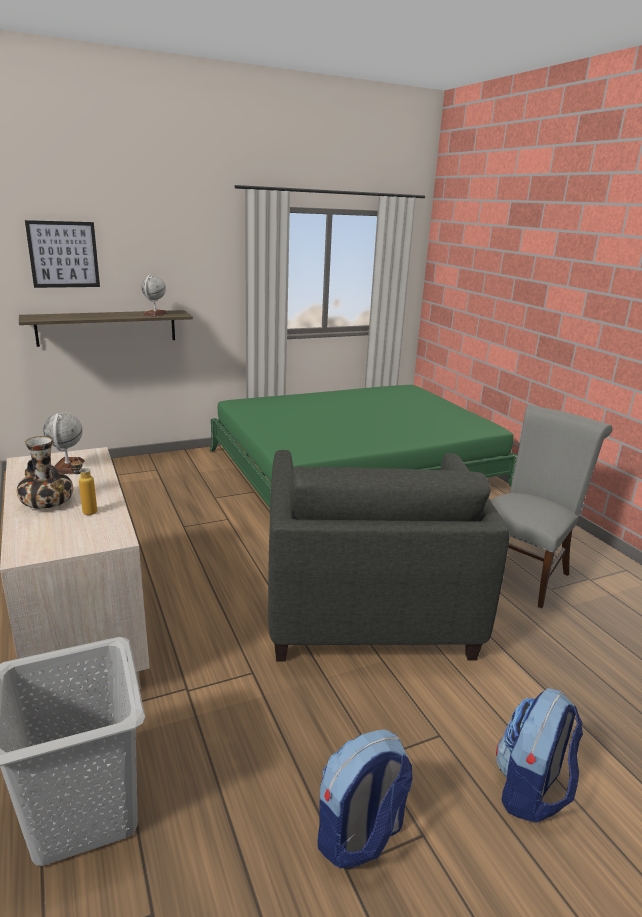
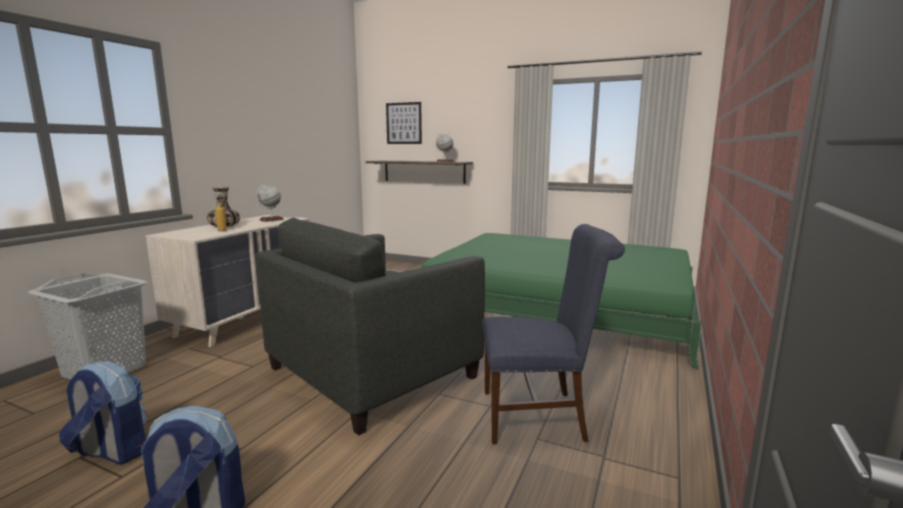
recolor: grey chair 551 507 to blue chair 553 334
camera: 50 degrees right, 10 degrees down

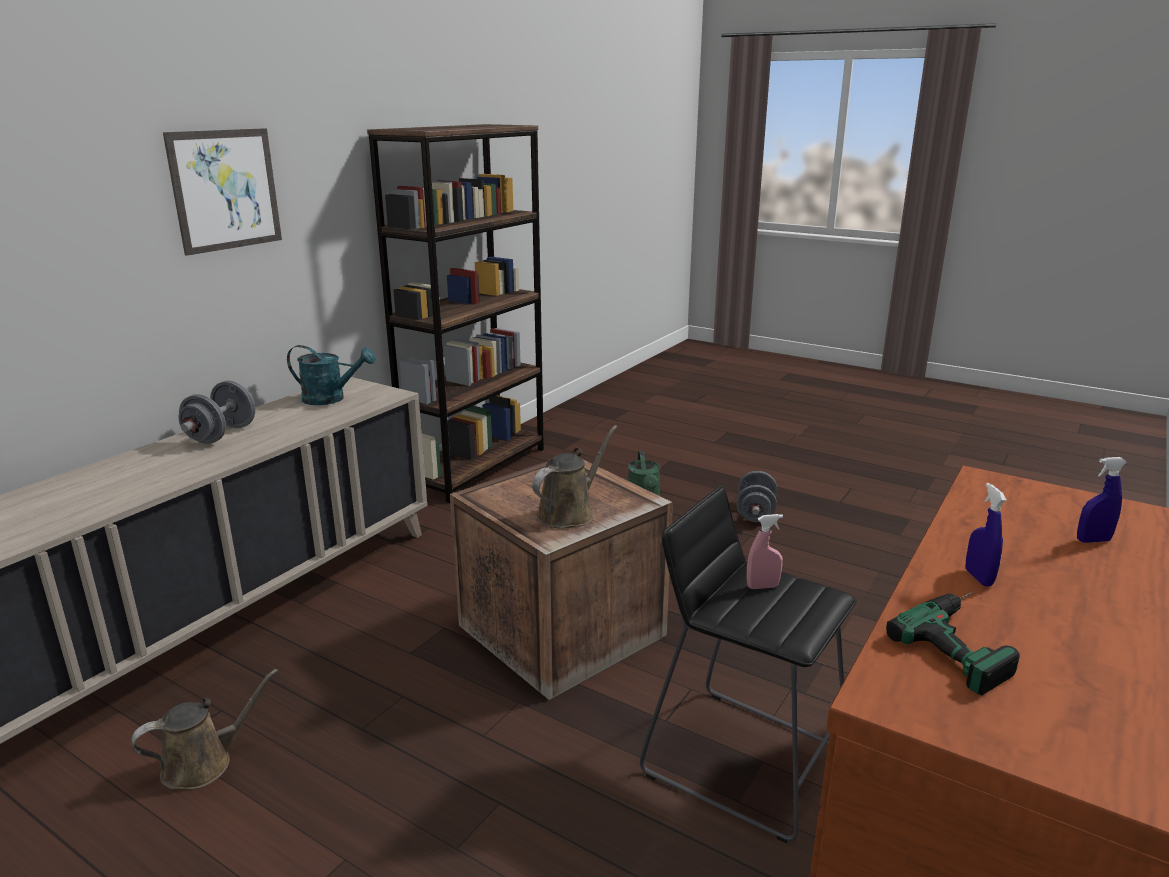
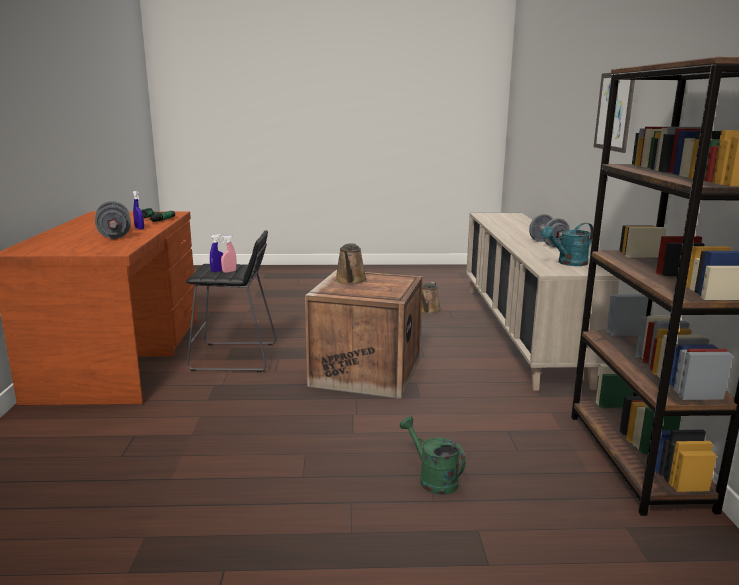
move: grey dumbbell 756 496 to 113 220; blue spray bottle 1102 500 to 216 253
camera: 145 degrees right, 5 degrees down

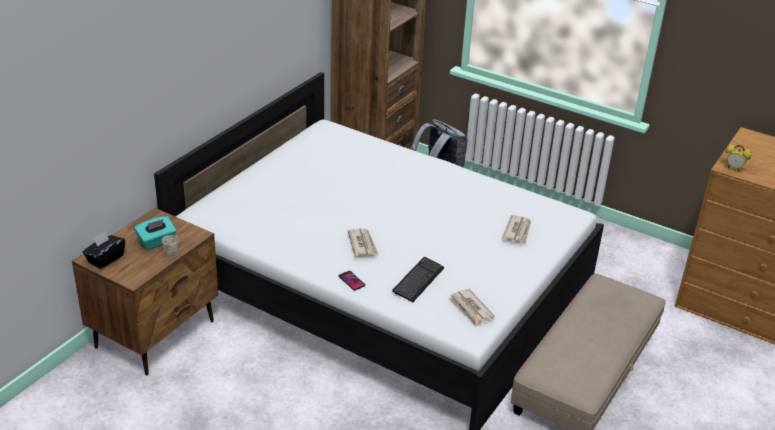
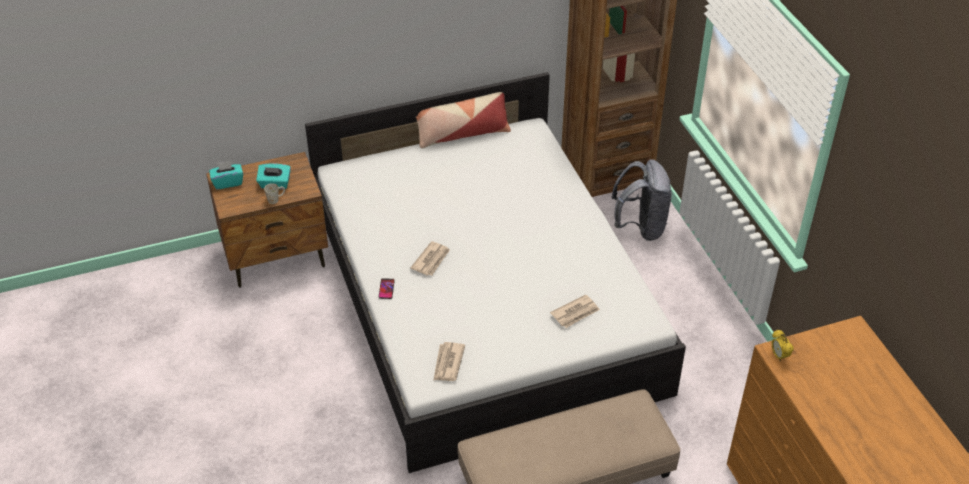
delete: keyboard 418 279
insert: pillow 463 120
recolor: black tissue box 104 250 to turquoise tissue box 226 175
camera: 40 degrees right, 10 degrees up

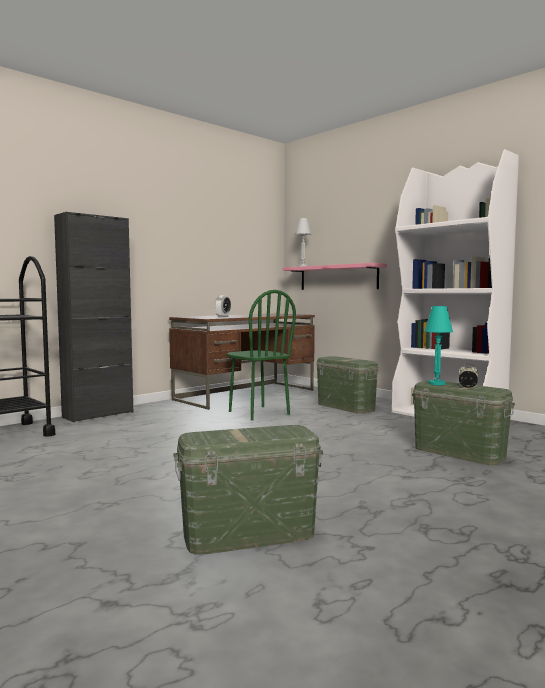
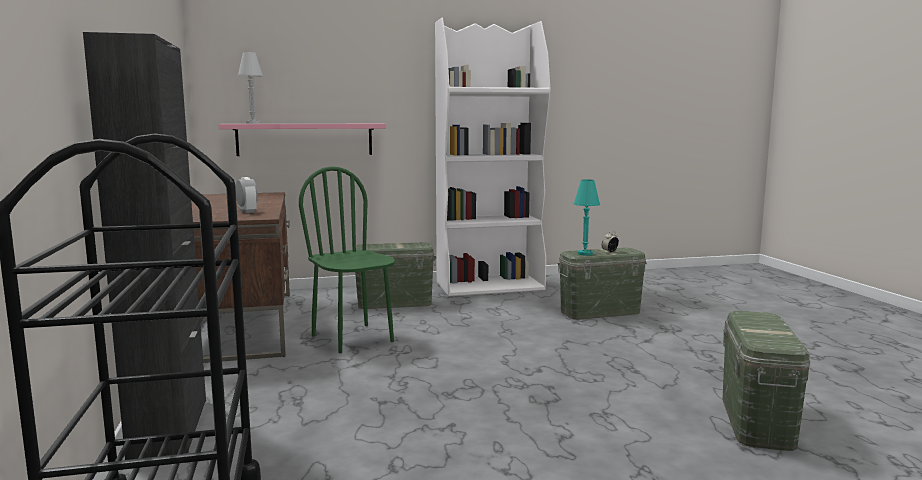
rotate: green chair 261 355 = 347 259 120 degrees counterclockwise
camera: 60 degrees left, 5 degrees up

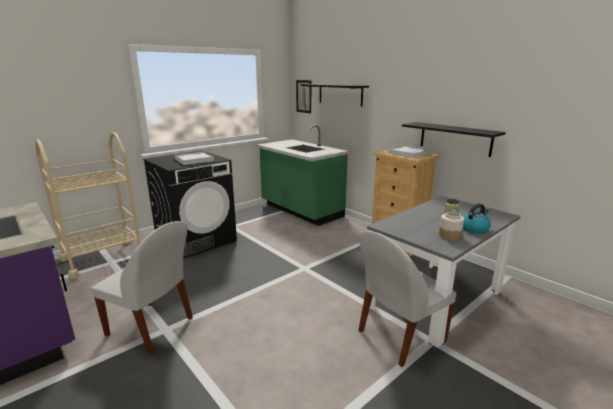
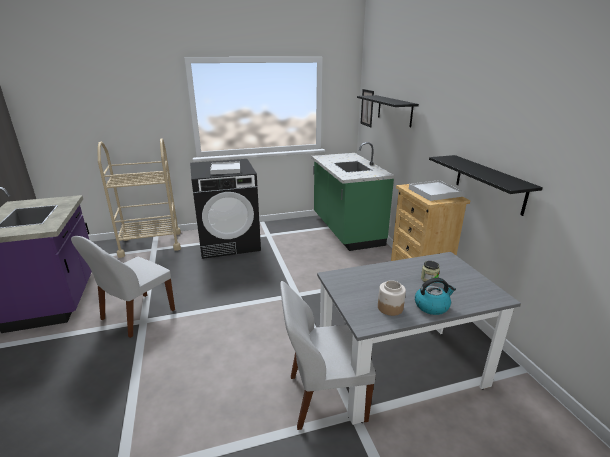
rotate: white chair 142 287 = 123 287 75 degrees clockwise
camera: 25 degrees right, 5 degrees up

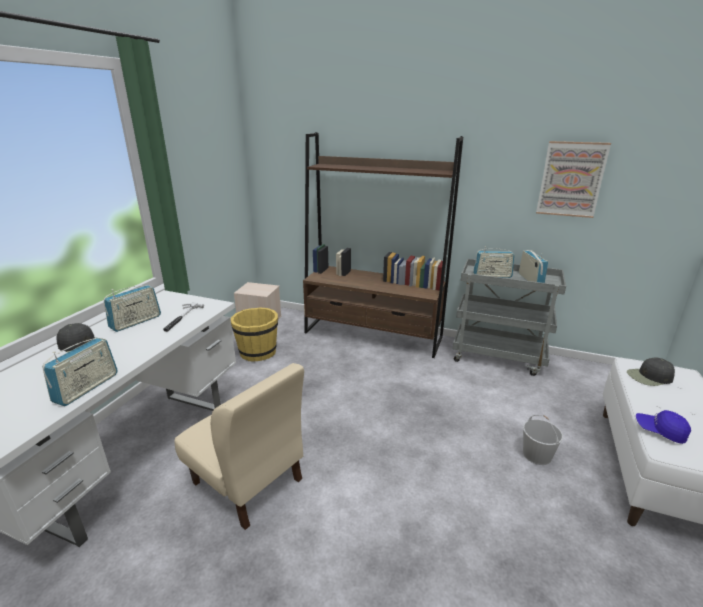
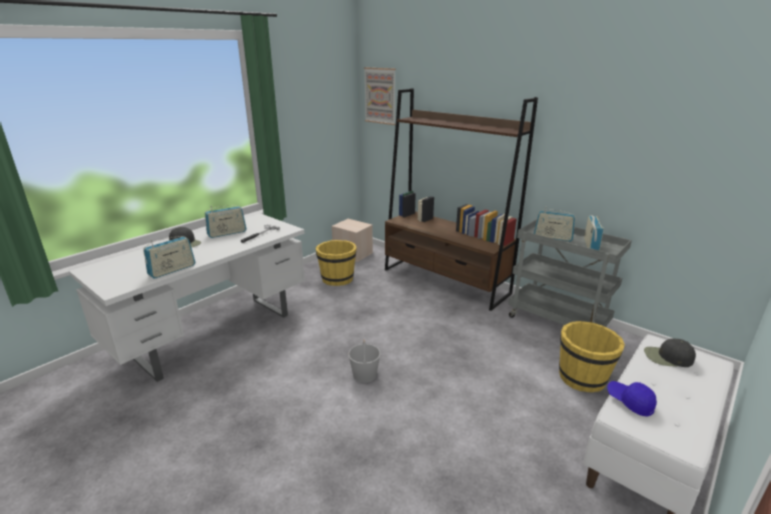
delete: beige chair 239 446
insert: yellow bucket 592 356
move: white bucket 543 440 to 364 361; picture 573 179 to 380 96
camera: 20 degrees right, 0 degrees up

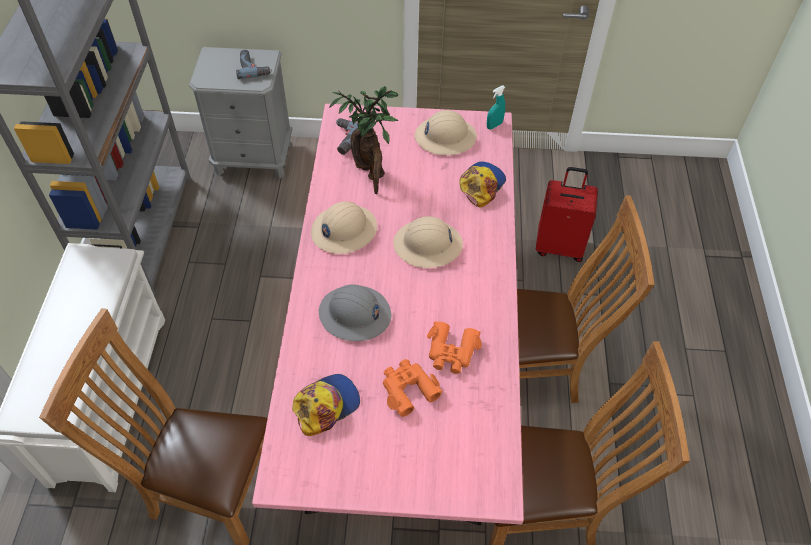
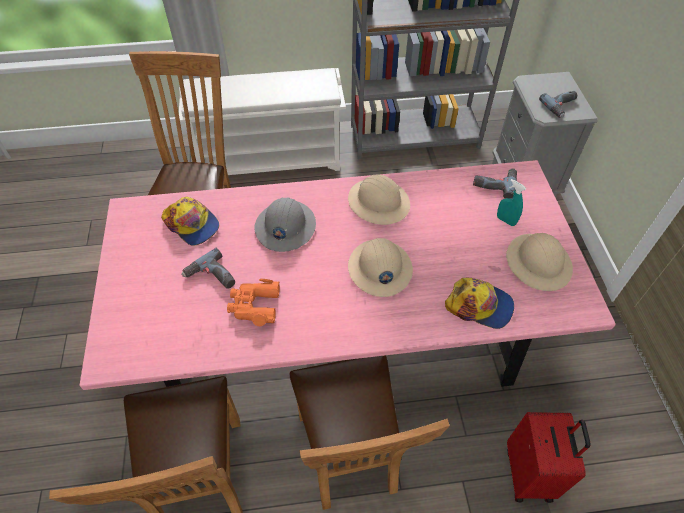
delete: potted plant 364 140
move: turquoise spray bottle 496 108 to 511 202
replace: orange binoculars 413 388 to power drill 208 268
camera: 80 degrees right, 0 degrees up

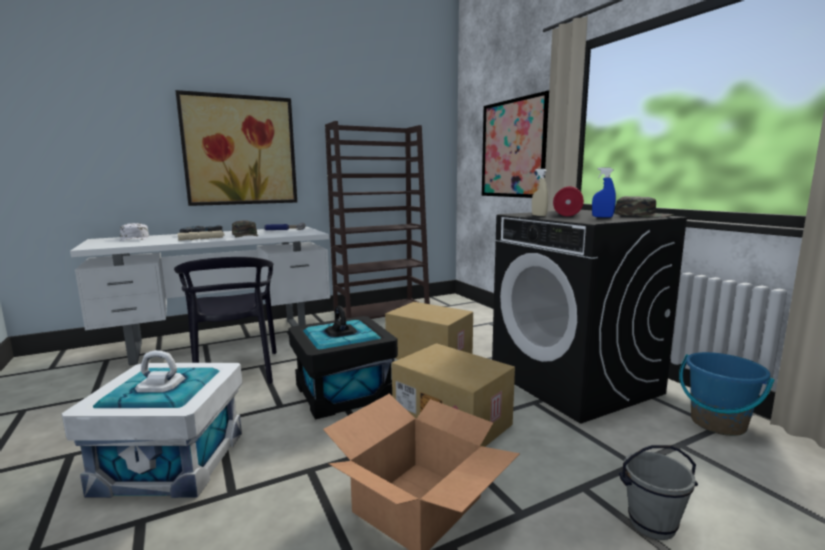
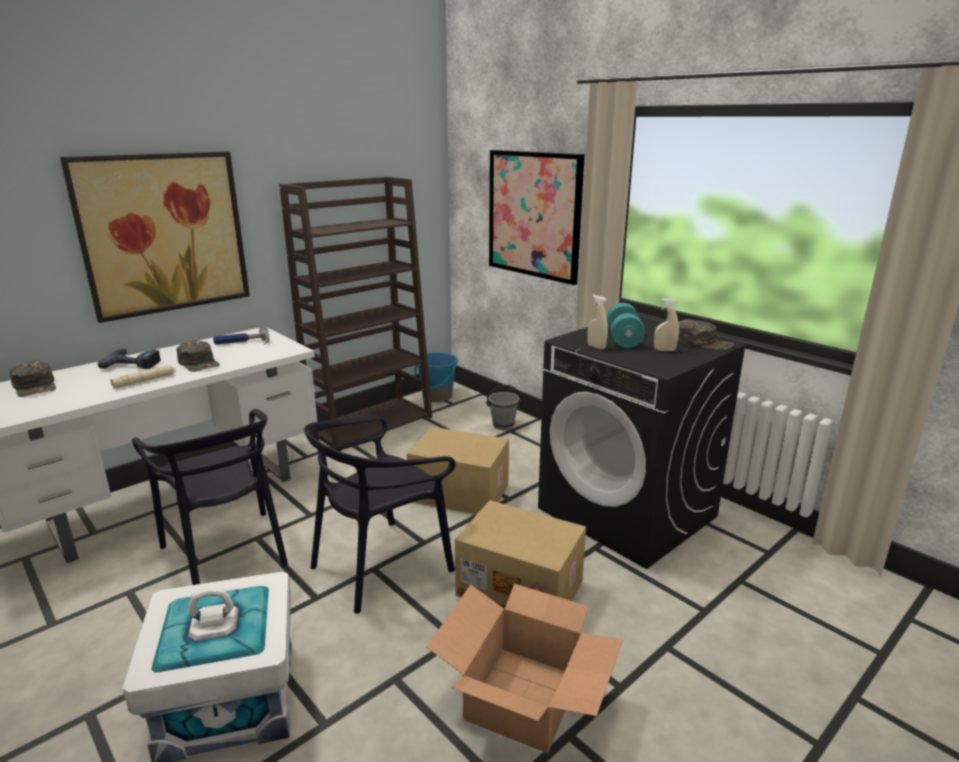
move: grey bucket 658 492 to 503 407; blue bucket 727 394 to 435 377
replace: black storage box 343 362 to black chair 380 515
recolor: white cap 134 232 to green cap 33 379; red dumbbell 568 201 to turquoise dumbbell 626 325; blue spray bottle 604 193 to beige spray bottle 666 324
camera: 15 degrees left, 10 degrees up

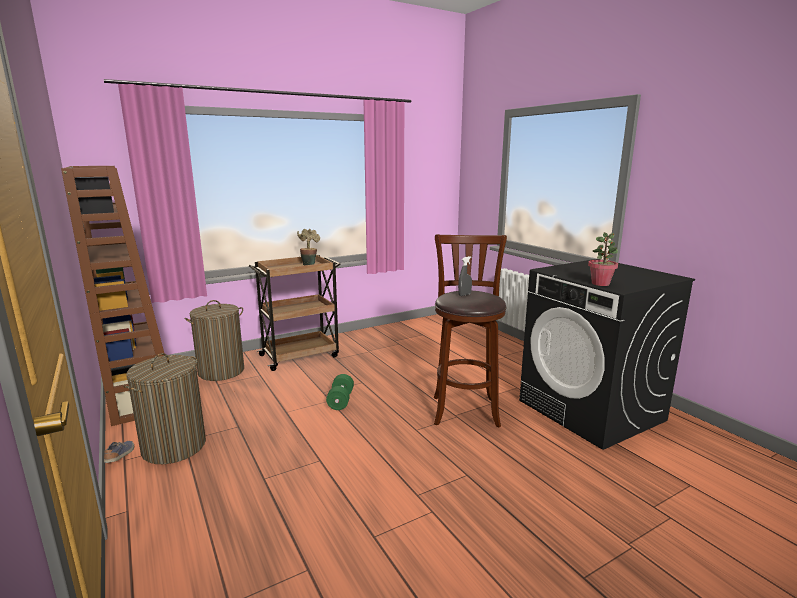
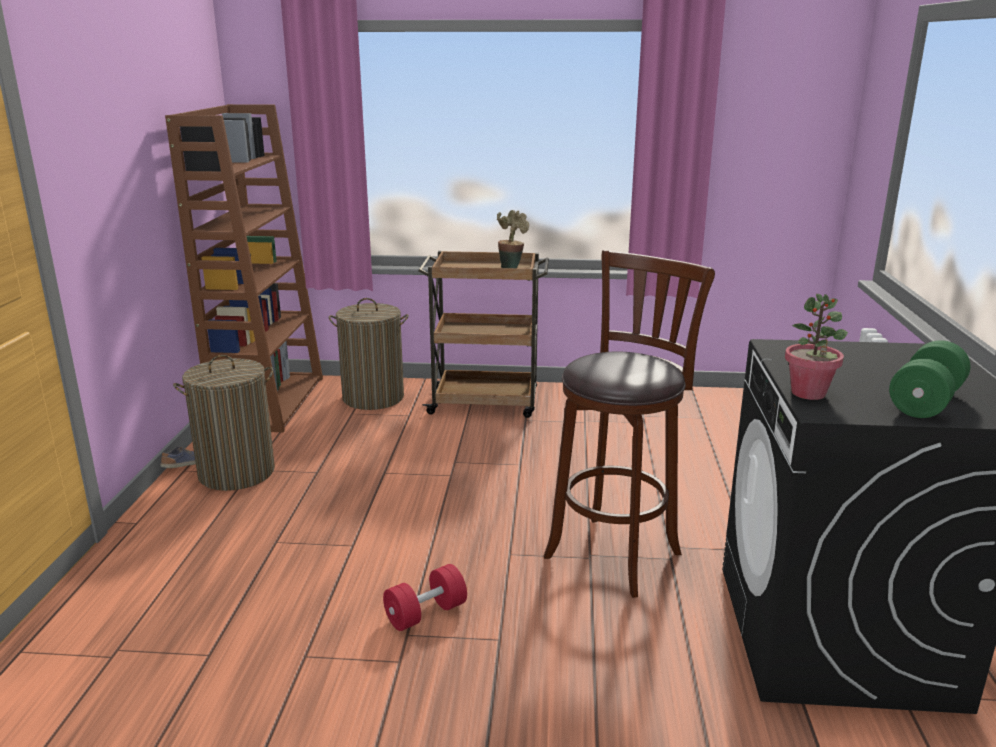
delete: grey spray bottle 465 276
insert: red dumbbell 425 597
move: green dumbbell 340 392 to 929 379
camera: 35 degrees right, 5 degrees up

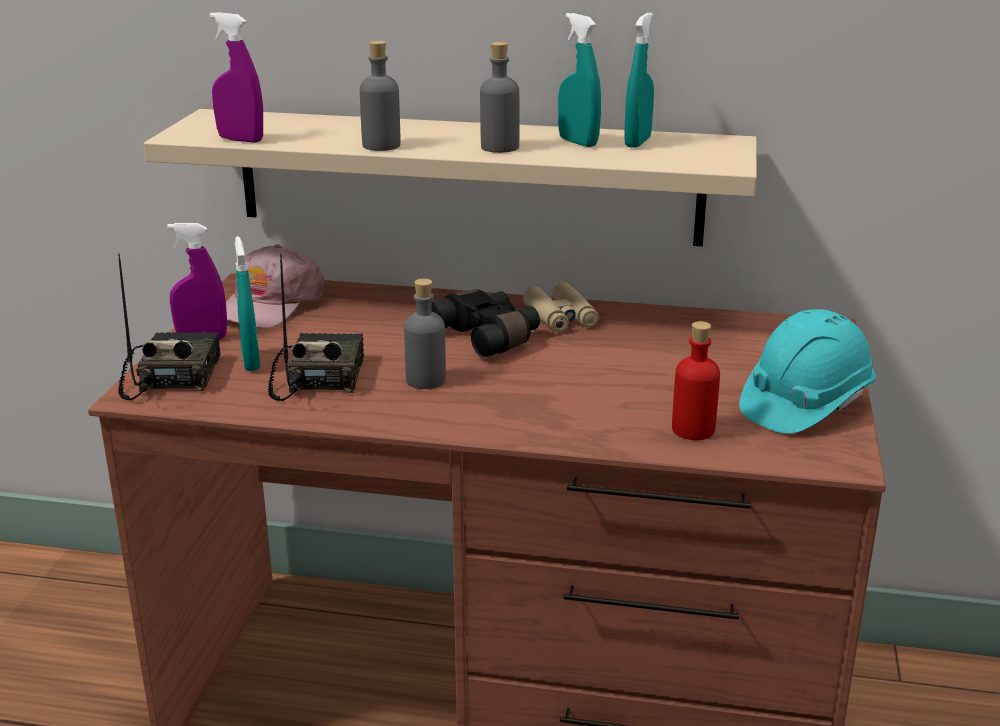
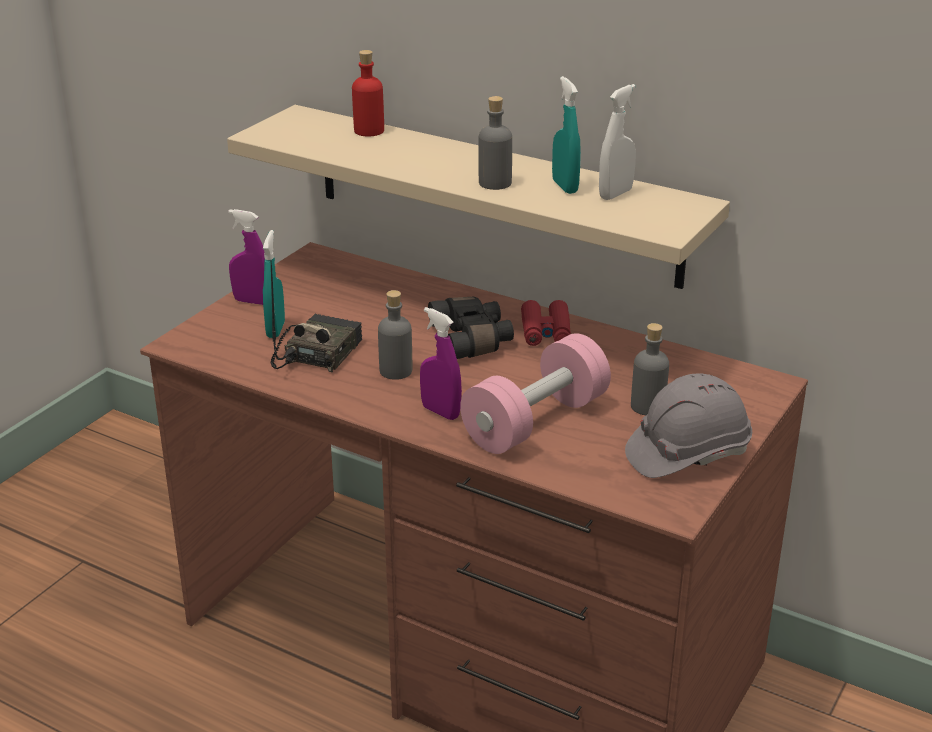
delete: radio 169 326; pink cap 275 286
insert: pink dumbbell 535 394
move: purple spray bottle 236 77 to 441 363; grey bottle 380 95 to 650 369; red bottle 696 380 to 368 93
recolor: beige binoculars 561 307 to red binoculars 546 323; turquoise spray bottle 639 80 to white spray bottle 617 142; turquoise hard hat 807 371 to grey hard hat 688 425
camera: 20 degrees right, 5 degrees up

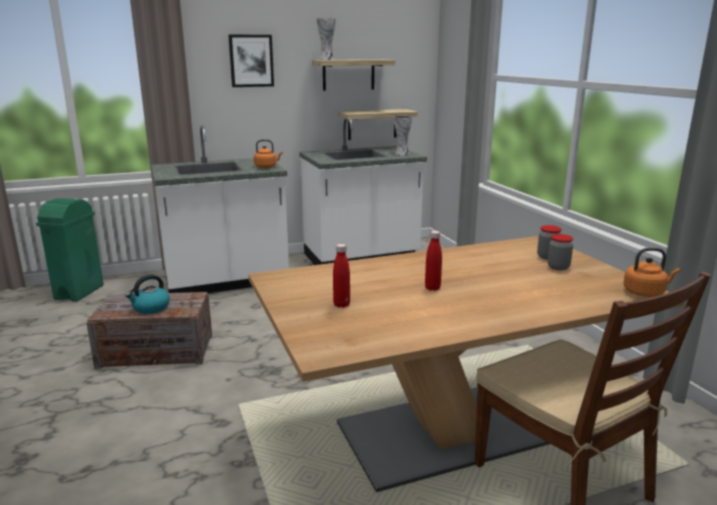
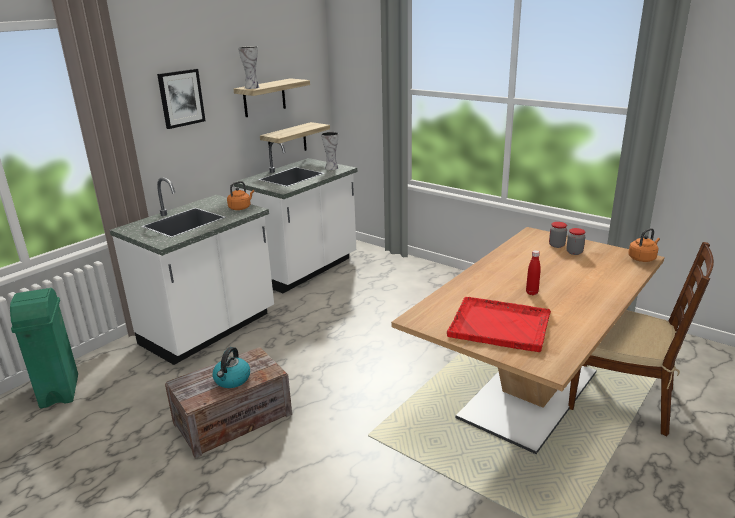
replace: red bottle 341 276 to red tray 499 324
camera: 30 degrees left, 5 degrees up

